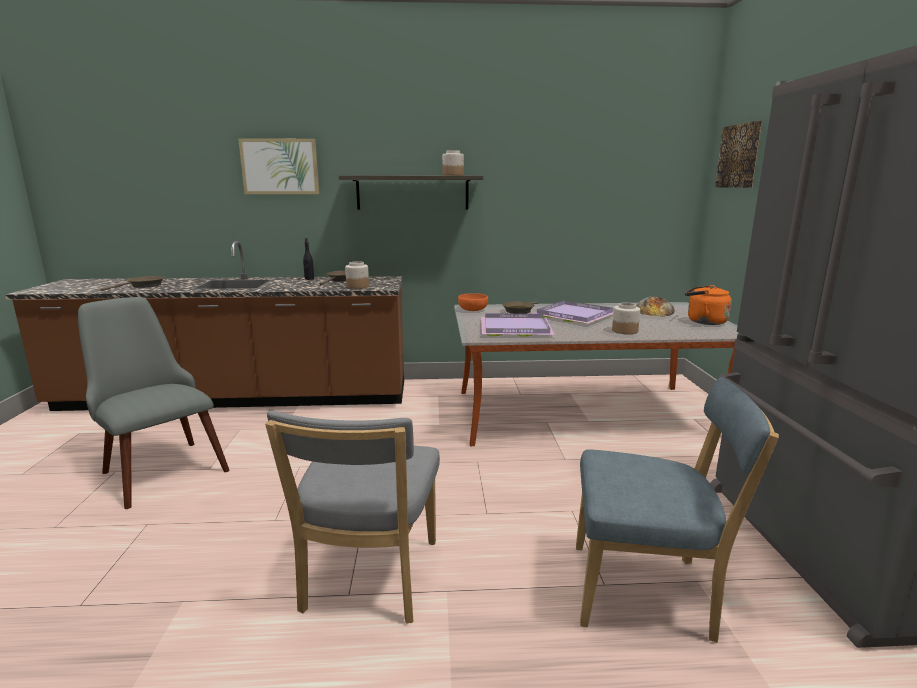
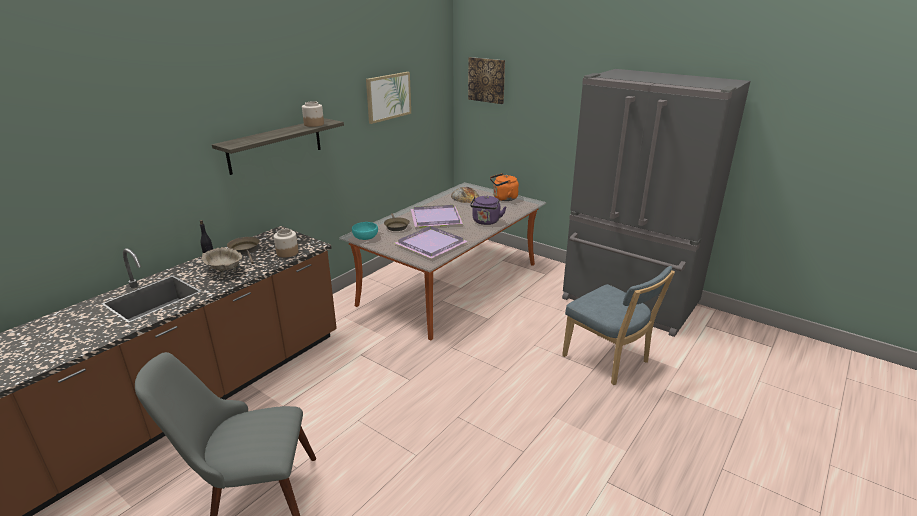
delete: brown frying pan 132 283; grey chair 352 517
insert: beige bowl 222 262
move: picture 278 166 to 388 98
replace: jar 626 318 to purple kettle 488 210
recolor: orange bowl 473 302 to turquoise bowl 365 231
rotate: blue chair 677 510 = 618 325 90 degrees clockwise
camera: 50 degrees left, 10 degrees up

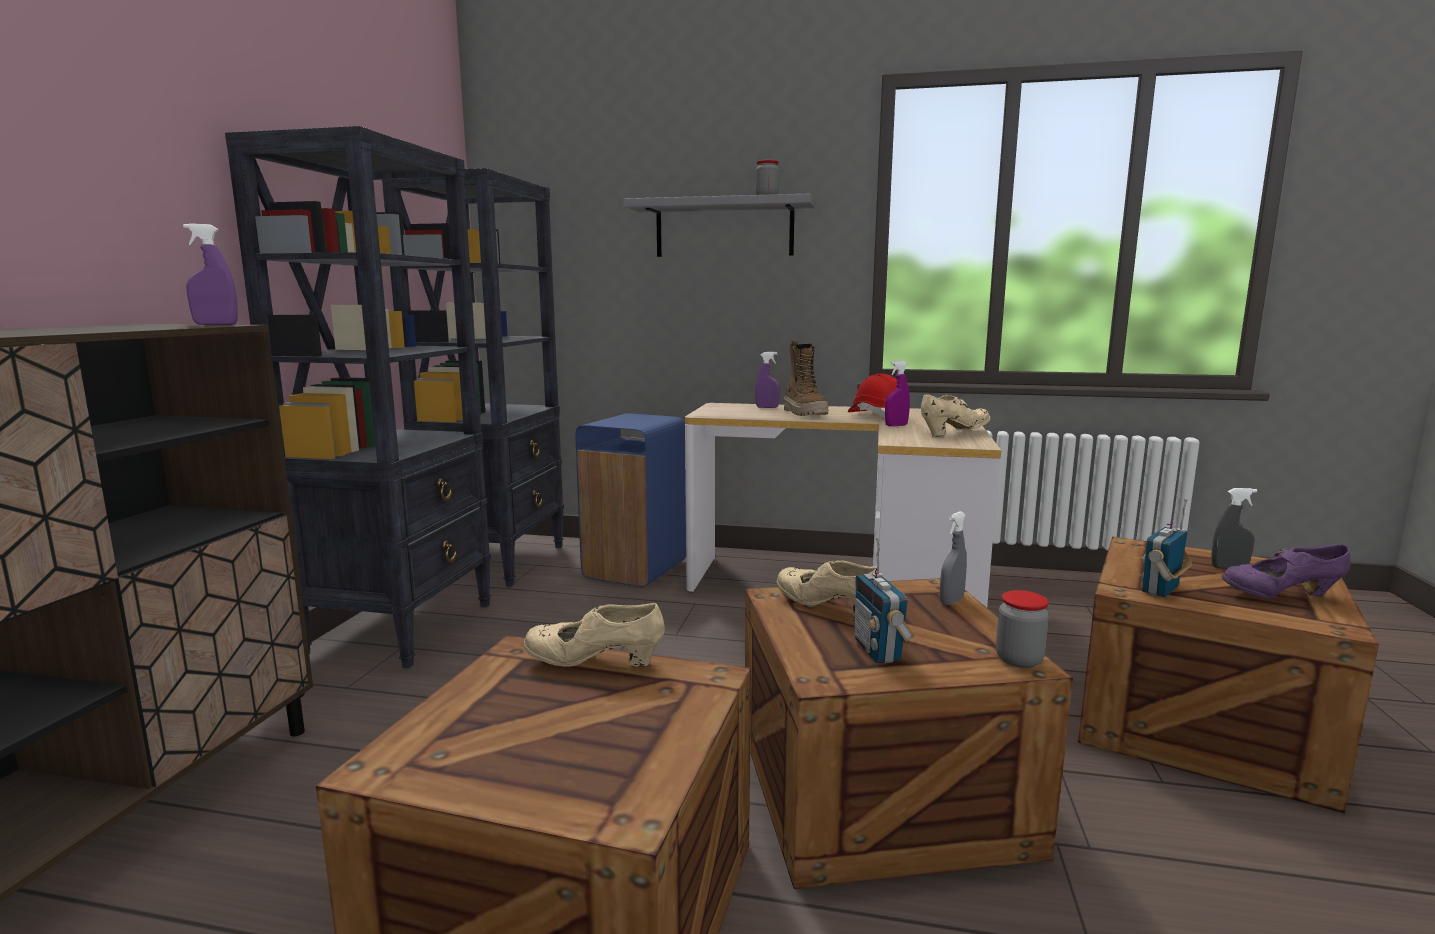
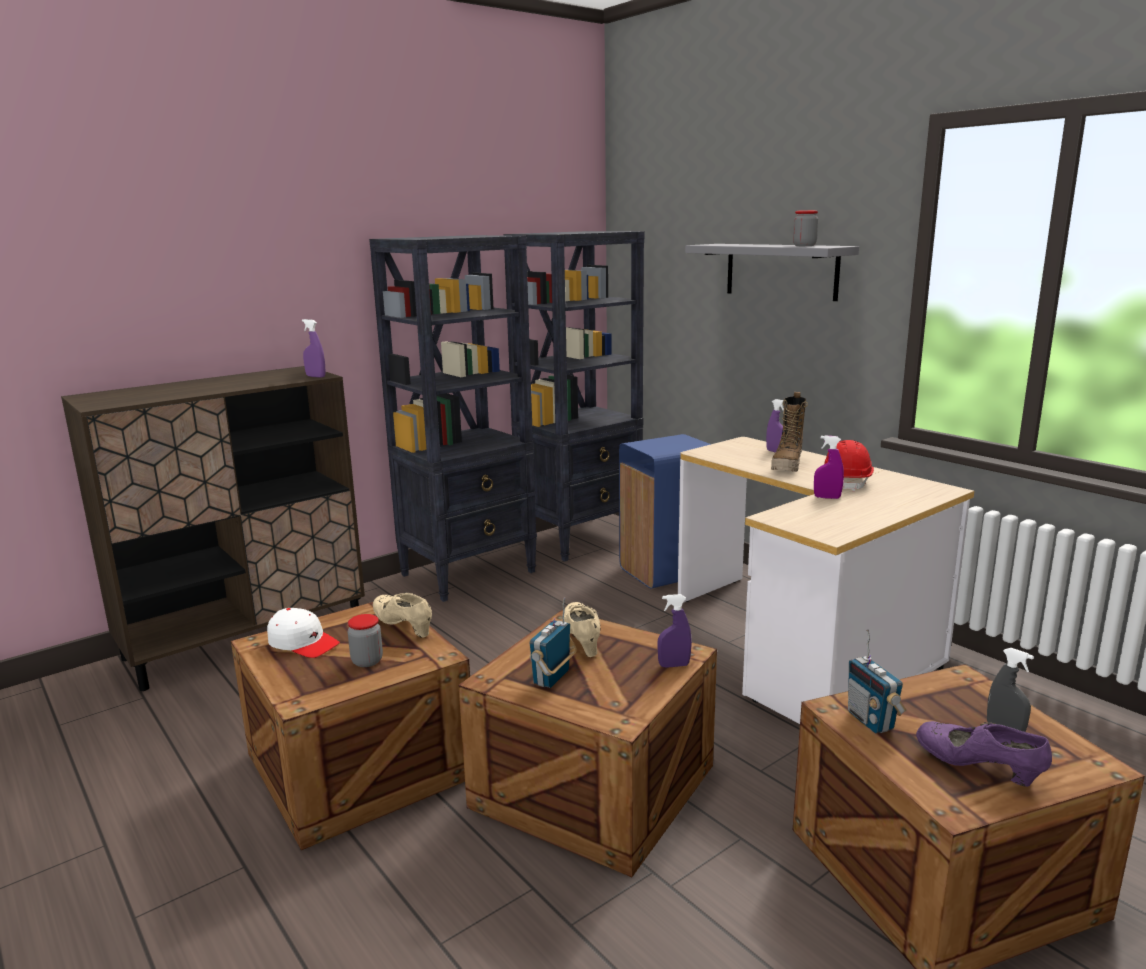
delete: beige shoe 956 416
insert: white cap 303 633
move: jar 1022 629 to 365 640
recolor: grey spray bottle 953 558 to purple spray bottle 674 630
rotate: radio 1166 548 = 877 681 105 degrees counterclockwise
camera: 40 degrees right, 5 degrees up

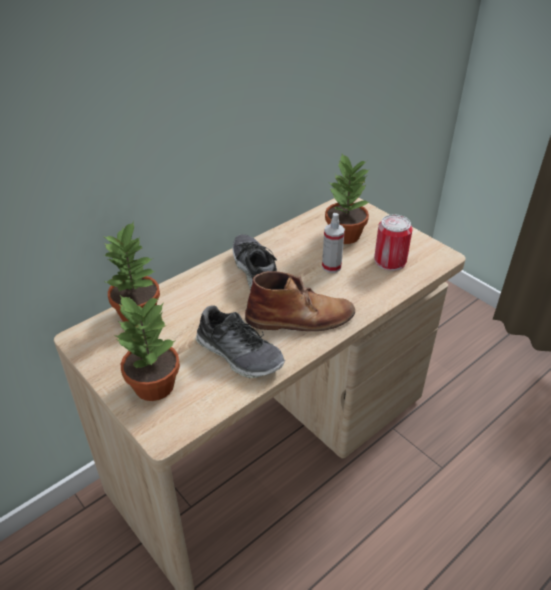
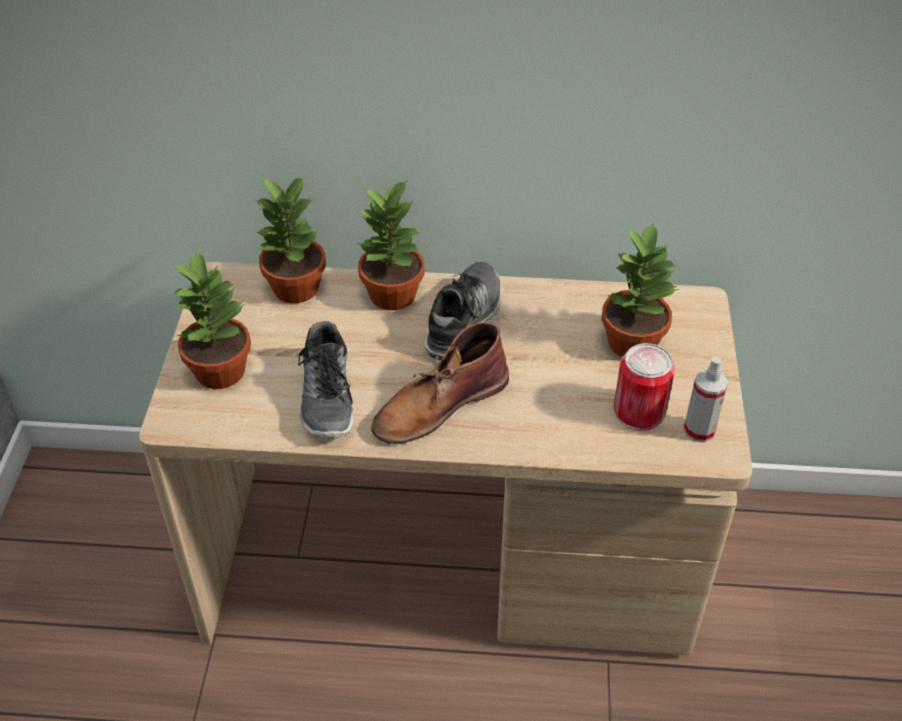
insert: potted plant 391 244
move: spray bottle 333 243 to 706 400
rotate: brown boot 300 301 = 440 383 105 degrees clockwise
camera: 45 degrees right, 5 degrees up

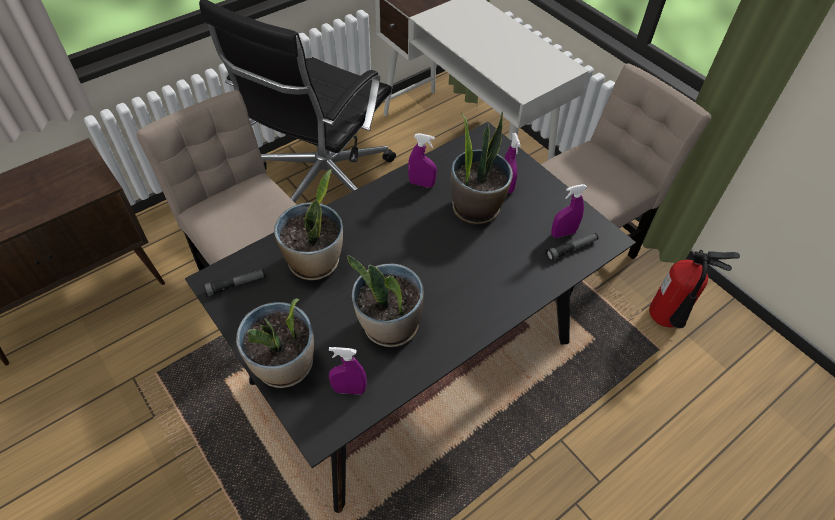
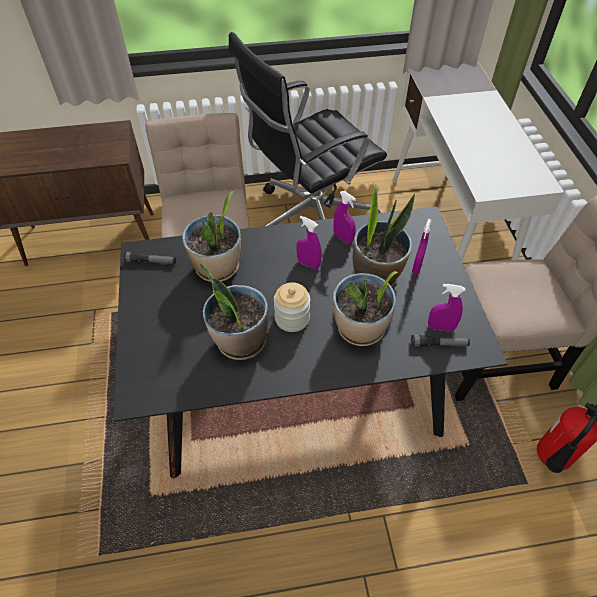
insert: jar 292 307
move: potted plant 275 343 to 365 308; purple spray bottle 348 371 to 309 242
camera: 30 degrees right, 0 degrees up

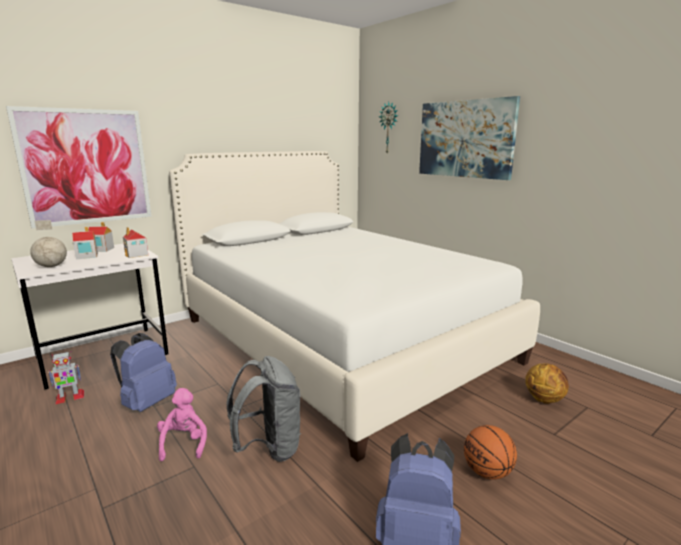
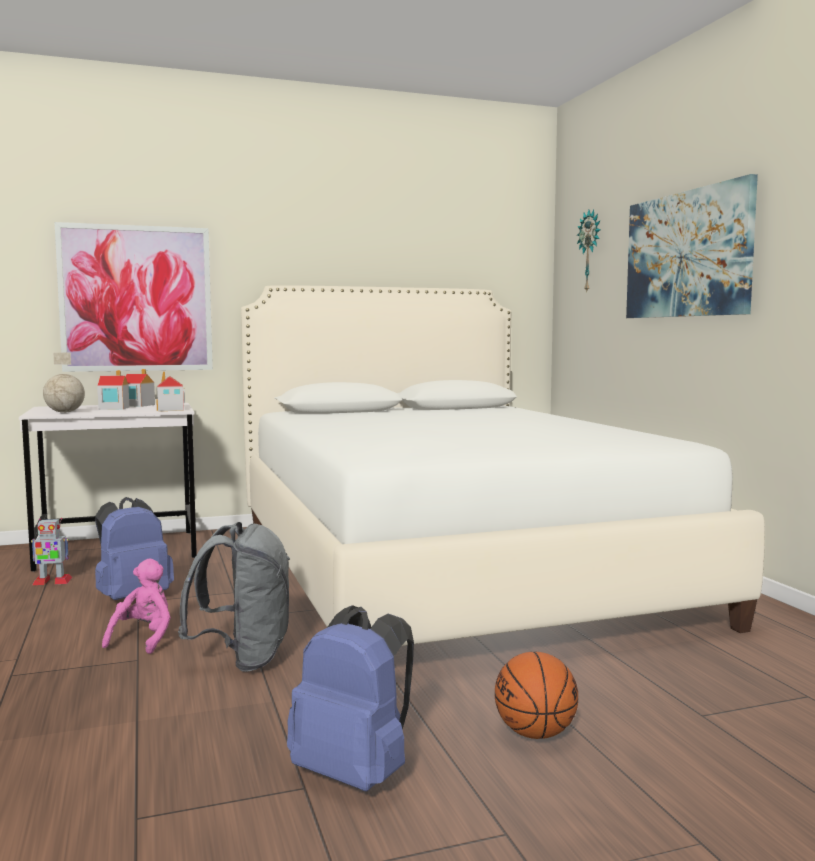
delete: basketball 547 383
camera: 20 degrees right, 10 degrees down

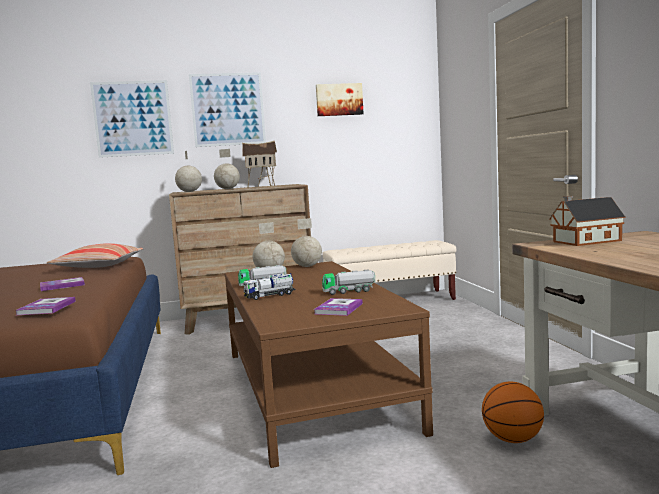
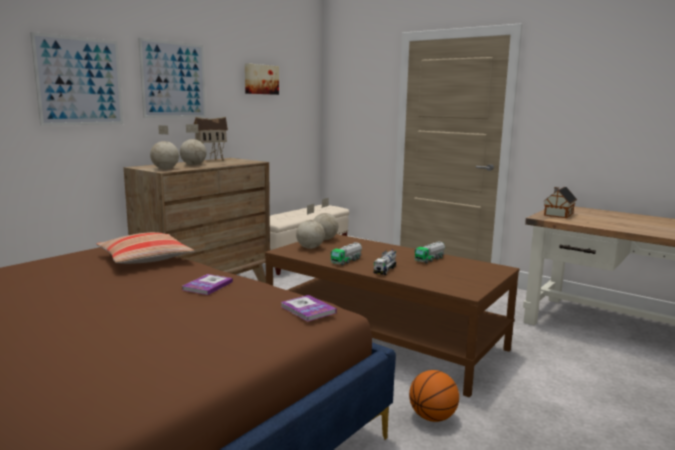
delete: book 338 307
move: basketball 513 412 to 434 396
camera: 40 degrees left, 5 degrees up

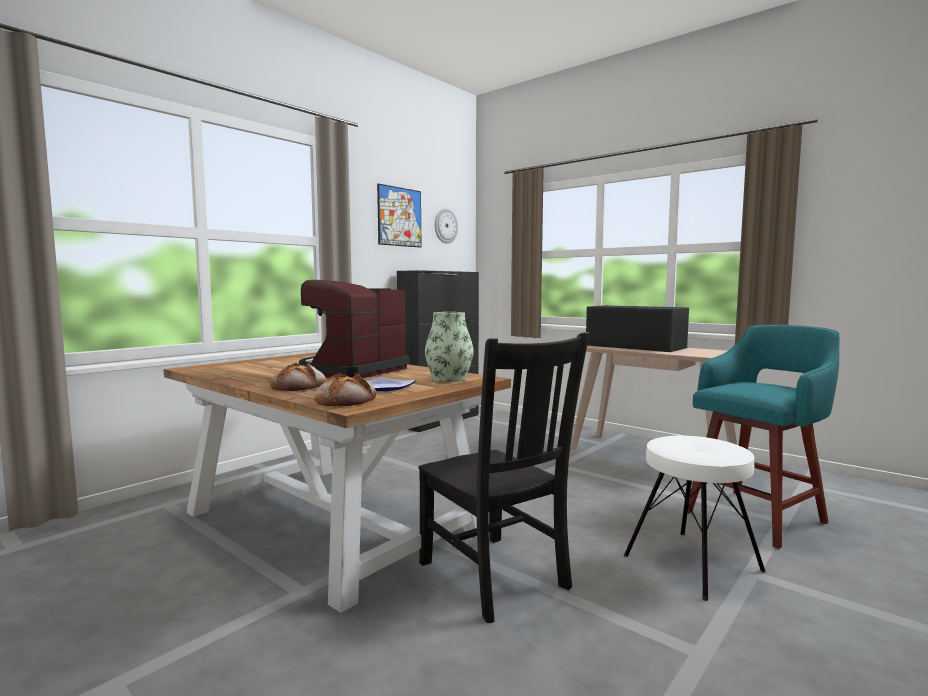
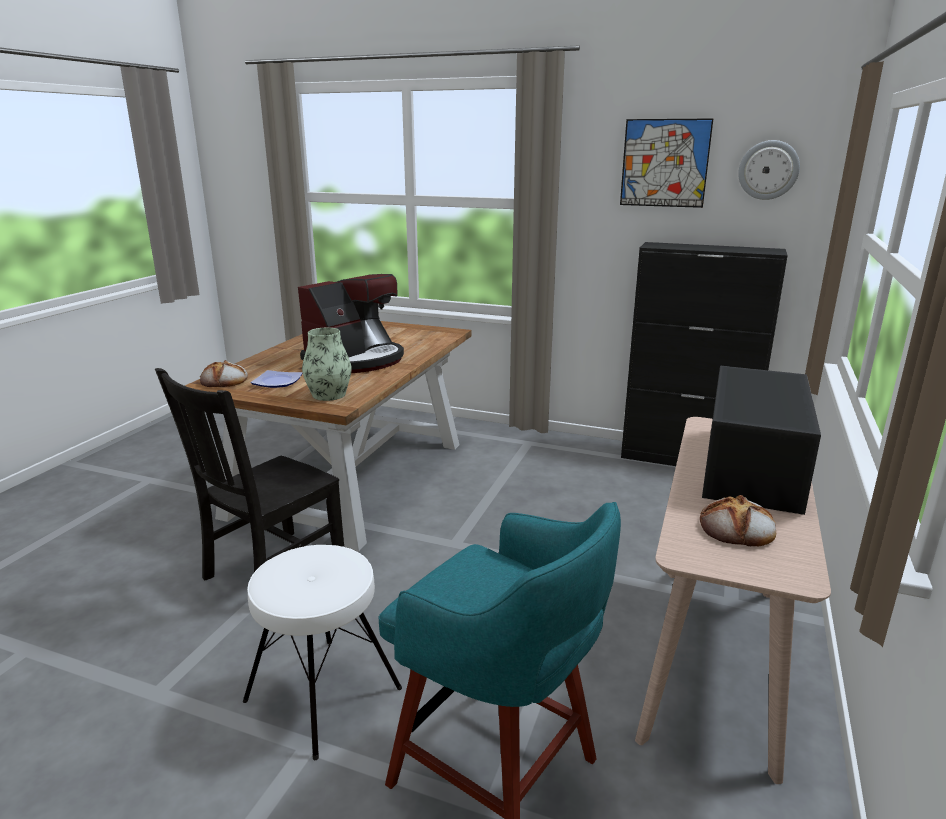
move: bread 298 376 to 738 520
rotate: coffee machine 354 329 = 351 323 120 degrees clockwise
camera: 70 degrees right, 15 degrees up

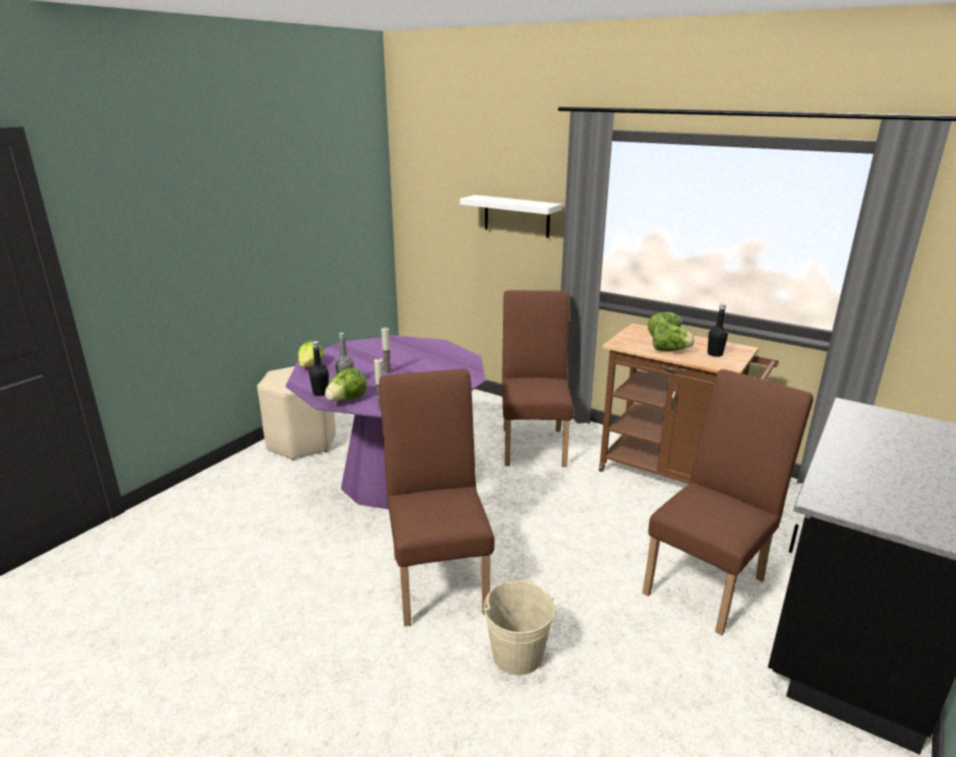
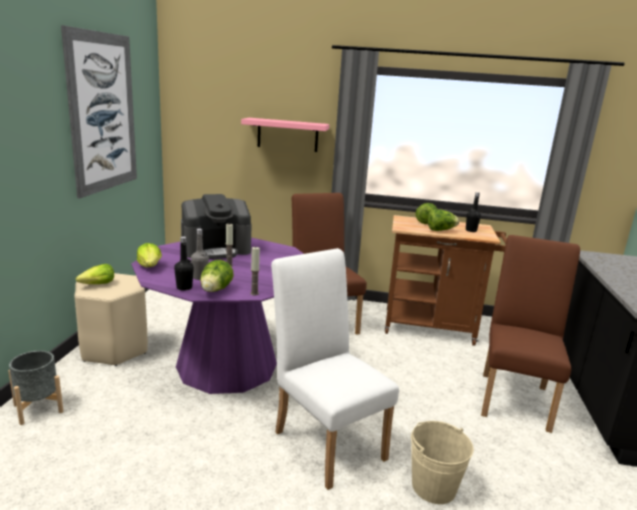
insert: grey planter 35 388; picture 99 112; lettuce 95 274; coffee machine 216 226
recolor: brown chair 436 497 to white chair 335 369; white shelf 511 216 to pink shelf 285 135
camera: 25 degrees left, 5 degrees down

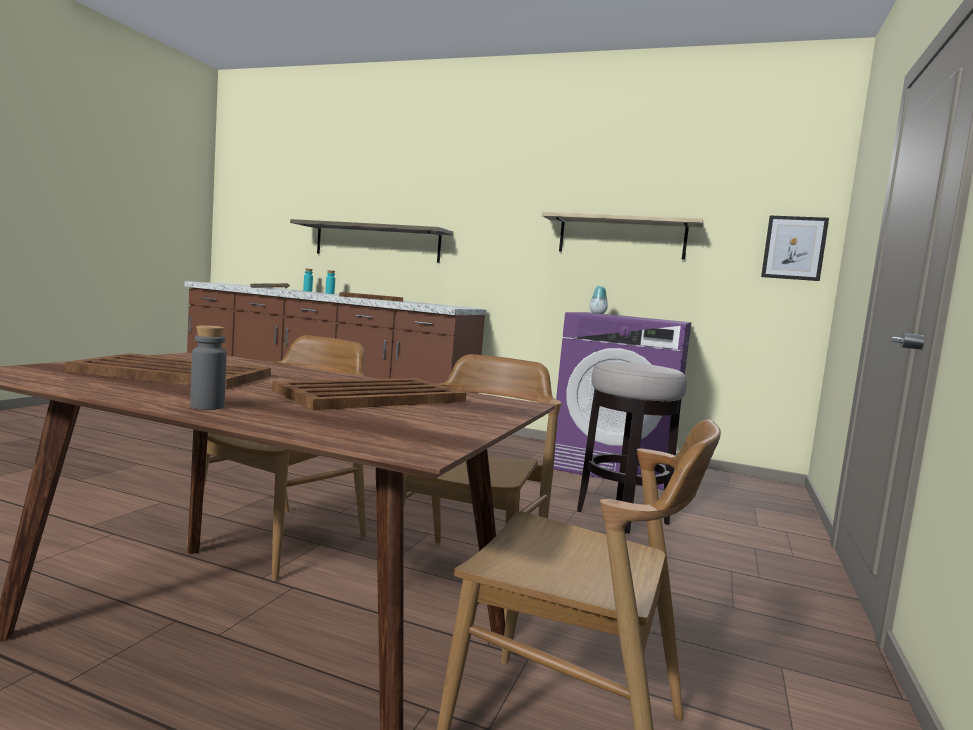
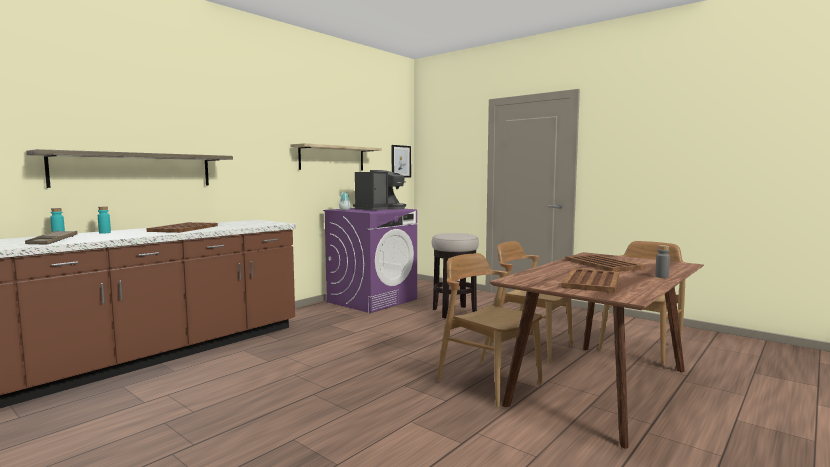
insert: coffee machine 379 190
camera: 70 degrees left, 0 degrees up

